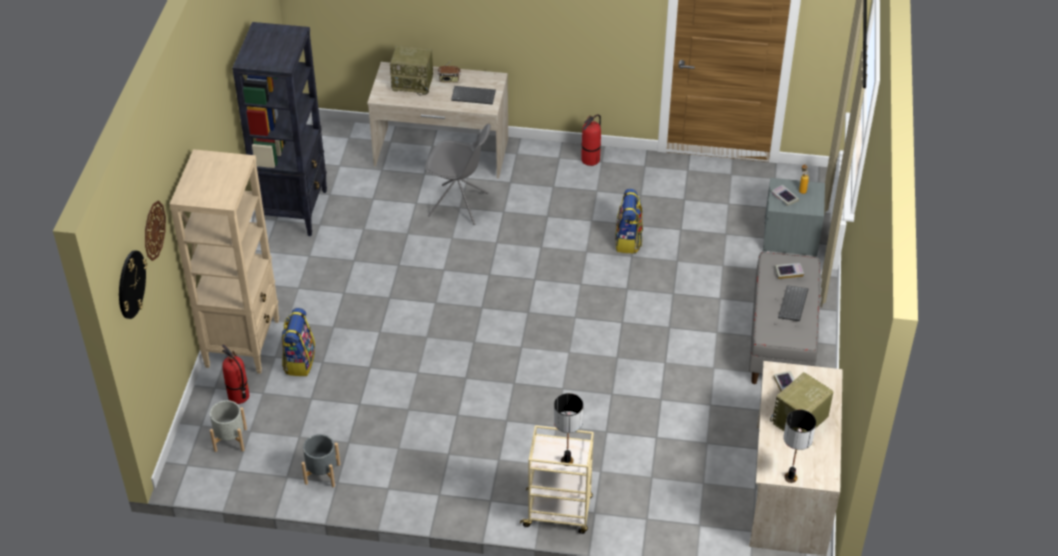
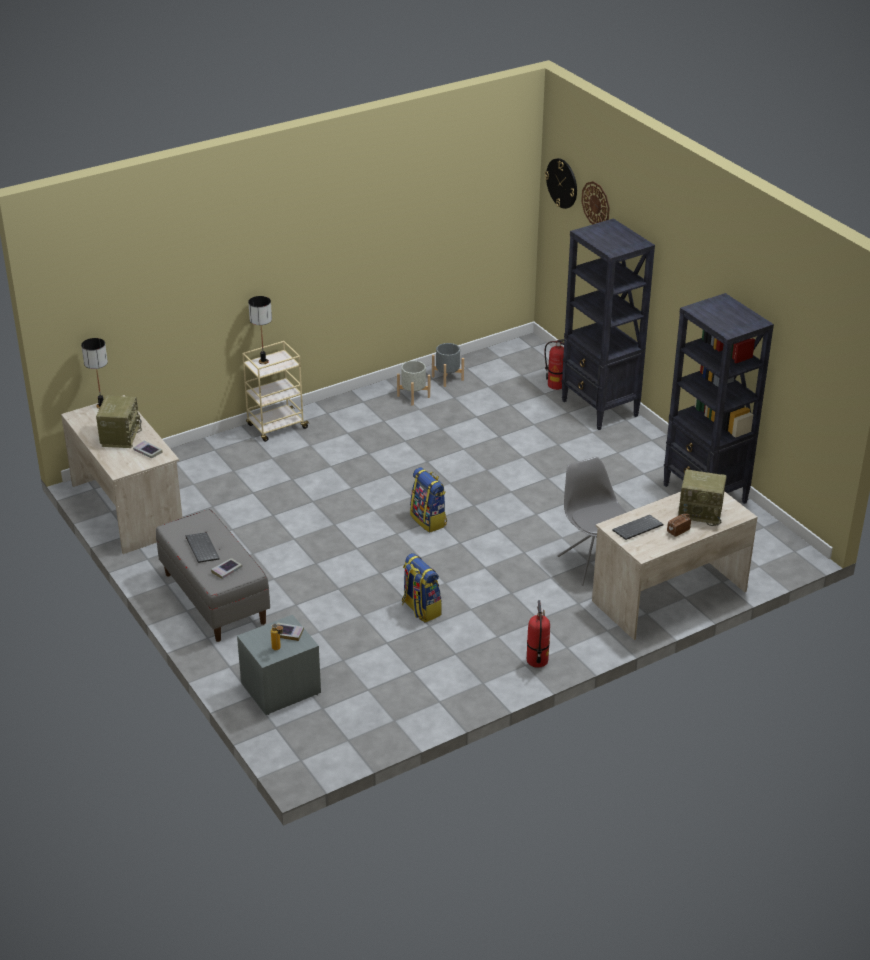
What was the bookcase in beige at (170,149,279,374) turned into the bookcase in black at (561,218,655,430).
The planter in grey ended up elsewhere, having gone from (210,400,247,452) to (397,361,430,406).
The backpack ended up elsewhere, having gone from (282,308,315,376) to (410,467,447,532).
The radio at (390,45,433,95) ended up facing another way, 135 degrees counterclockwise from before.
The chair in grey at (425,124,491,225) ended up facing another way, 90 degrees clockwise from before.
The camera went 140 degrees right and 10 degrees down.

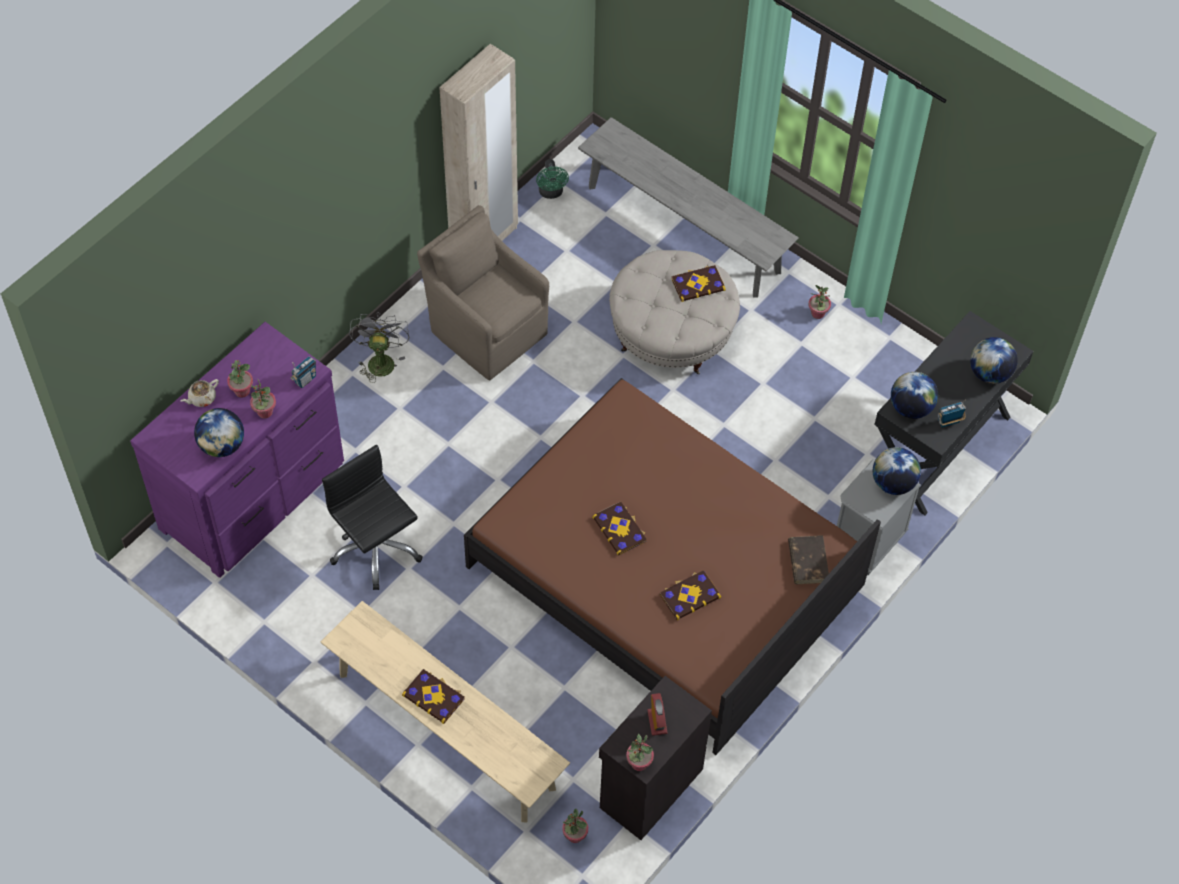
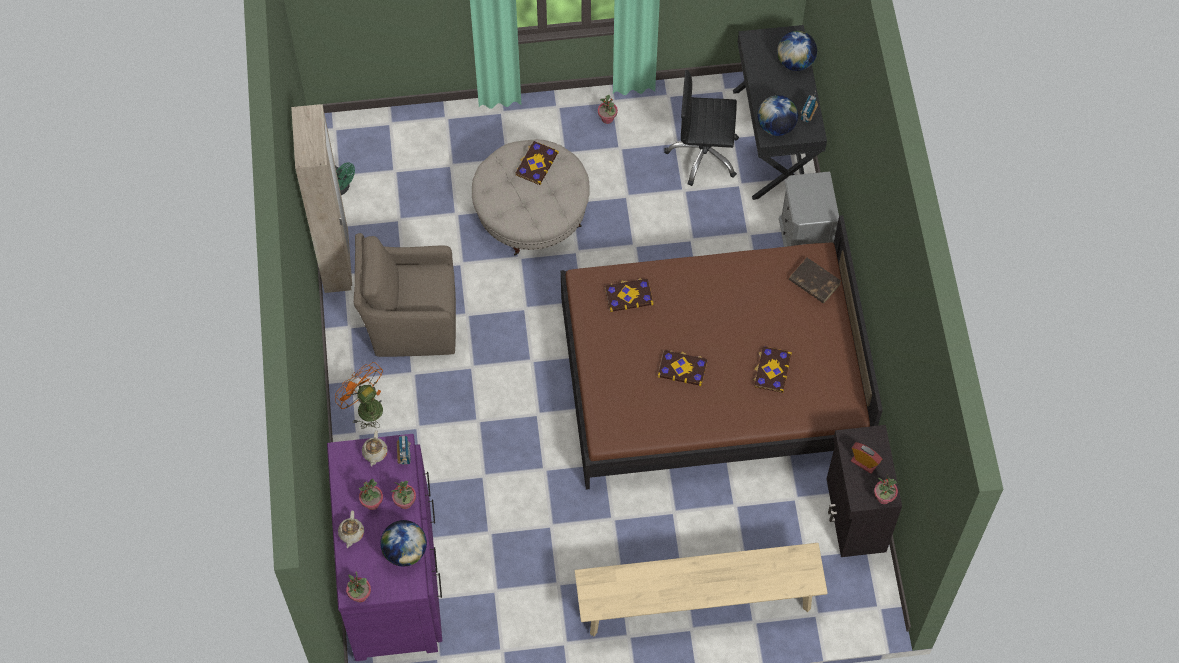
The office chair in black ended up elsewhere, having gone from (322,445,423,590) to (664,70,739,186).
What was the fan in grey at (349,312,409,383) turned into the fan in orange at (335,362,383,429).
The book ended up elsewhere, having gone from (402,669,465,724) to (605,278,653,312).
The potted plant ended up elsewhere, having gone from (562,809,588,843) to (346,572,371,602).
The second view lost the bench in grey at (578,117,799,298).
The second view lost the globe at (873,447,921,495).
The second view gained the teapot in beige at (362,430,388,467).
The camera went 45 degrees left and 5 degrees up.

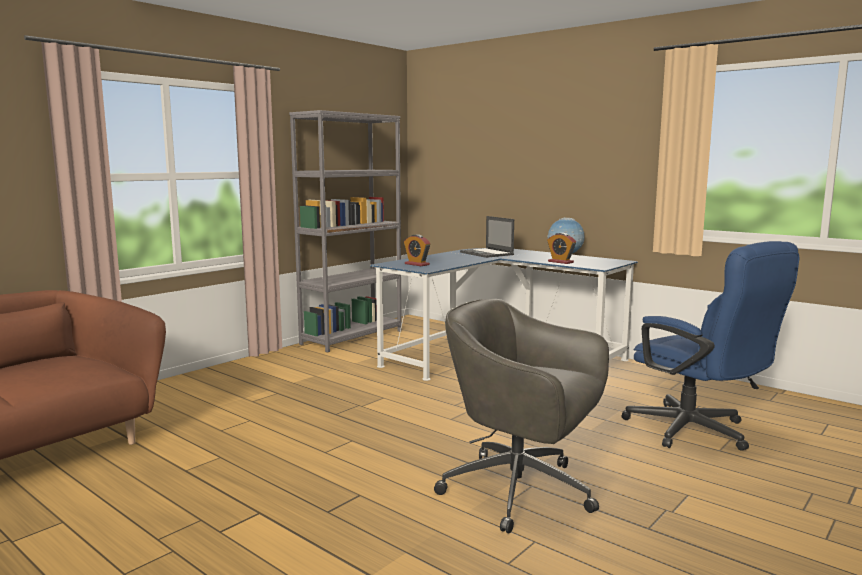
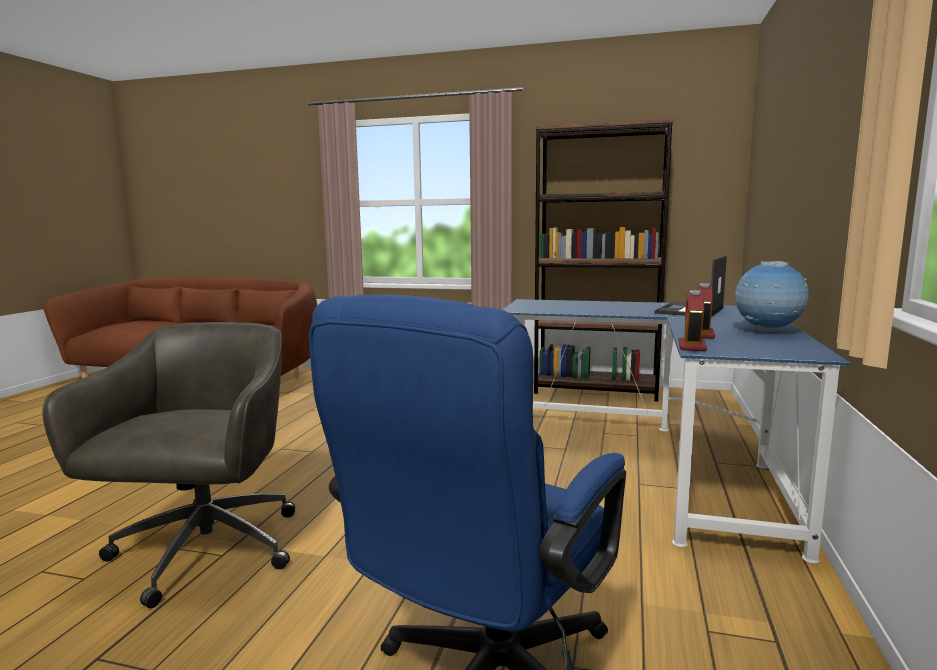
What was the bookcase in grey at (289,110,402,352) turned into the bookcase in brown at (534,119,673,402).
The alarm clock ended up elsewhere, having gone from (404,234,431,266) to (679,290,707,351).
The camera went 65 degrees right and 0 degrees up.

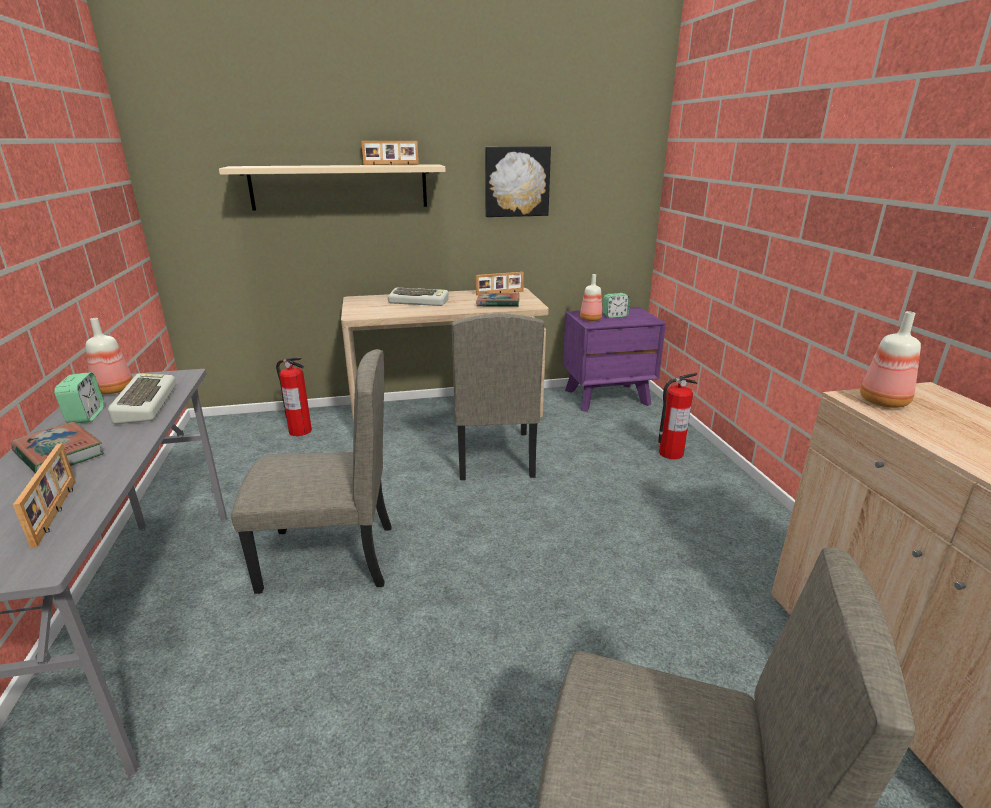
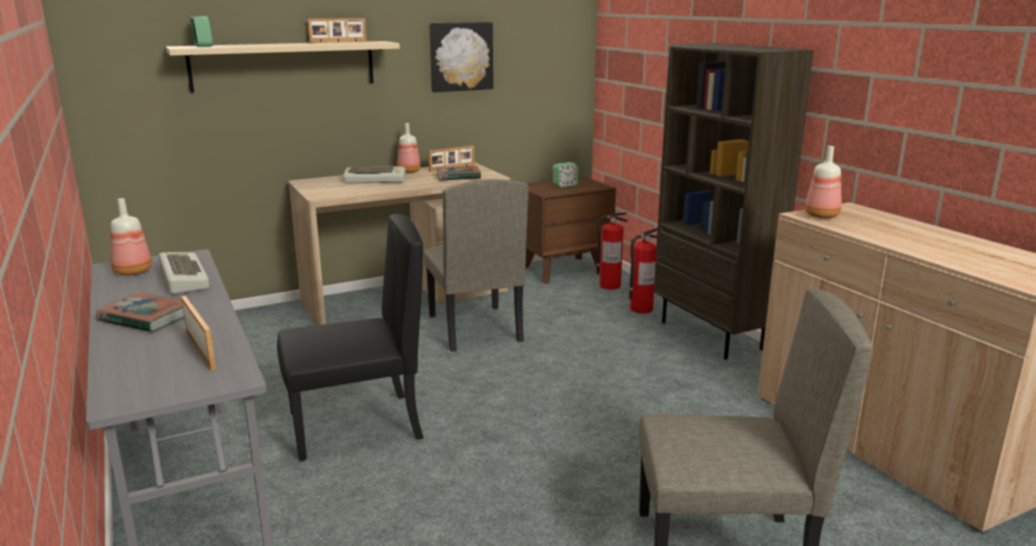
The alarm clock ended up elsewhere, having gone from (54,372,104,423) to (190,16,213,47).
What was the chair in beige at (231,349,392,594) turned into the chair in black at (277,214,424,461).
The fire extinguisher ended up elsewhere, having gone from (276,358,312,436) to (597,212,628,290).
What was the nightstand in purple at (563,307,666,412) turned into the nightstand in brown at (525,176,616,283).
The bottle ended up elsewhere, having gone from (580,274,602,321) to (397,123,421,173).
The second view gained the bookcase in brown at (654,43,814,360).
The camera went 15 degrees left and 5 degrees down.

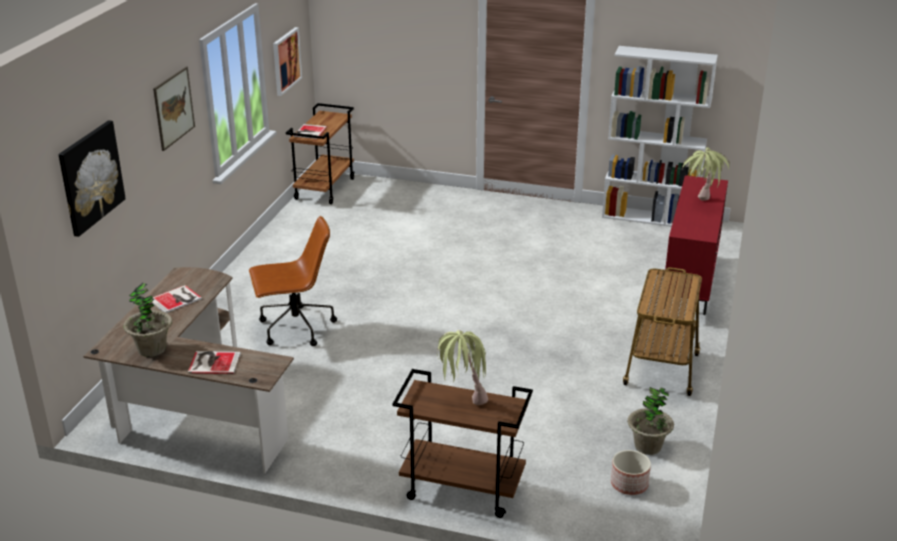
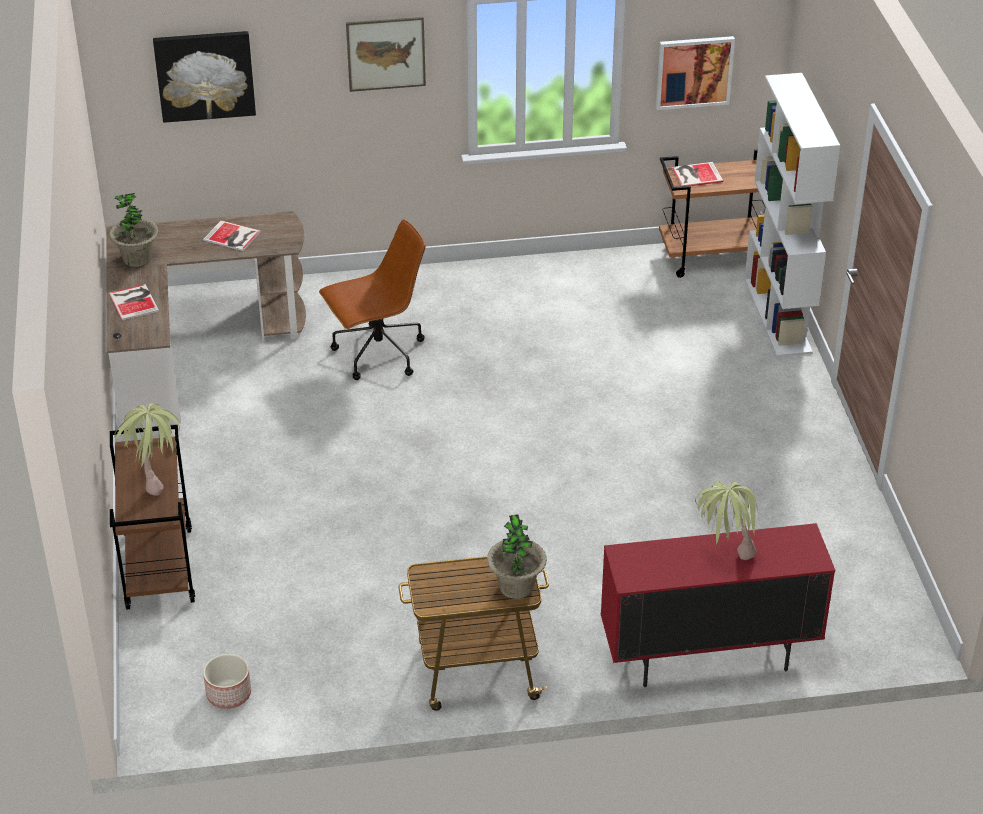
The office chair in brown at (249,216,337,346) ended up facing another way, 75 degrees counterclockwise from before.
The bookcase in white ended up elsewhere, having gone from (602,46,718,227) to (744,73,840,357).
The potted plant ended up elsewhere, having gone from (627,387,674,455) to (487,514,547,599).
The camera went 65 degrees right and 10 degrees up.

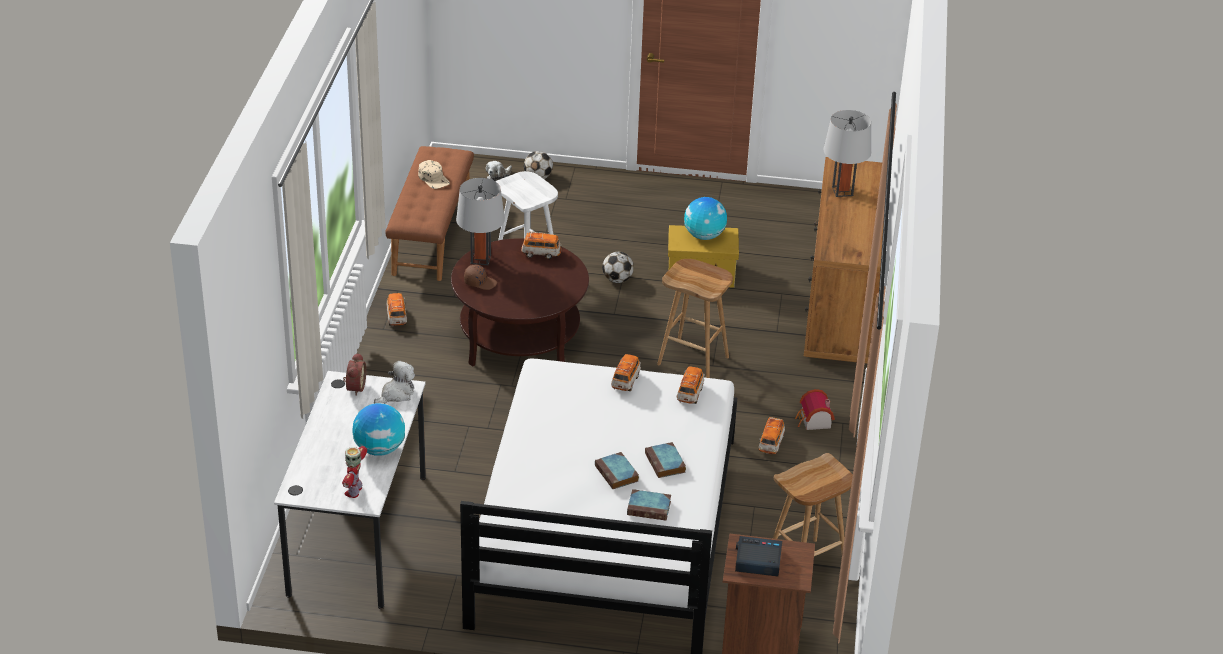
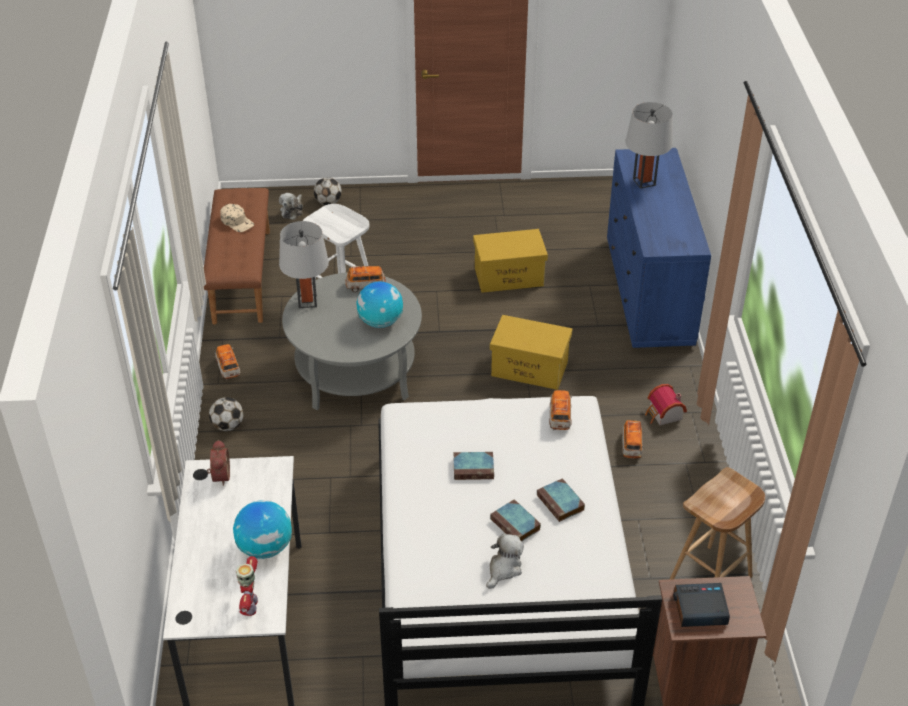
The plush toy ended up elsewhere, having gone from (374,361,415,404) to (486,533,524,589).
What was the coffee table in brown at (451,238,589,367) turned into the coffee table in grey at (282,272,422,410).
The second view lost the cap in brown at (464,265,497,290).
The football ended up elsewhere, having gone from (602,252,634,283) to (209,397,244,431).
The second view lost the toy car at (611,354,641,391).
The book ended up elsewhere, having gone from (627,489,671,521) to (454,452,494,480).
Where the stool in brown stood at (657,259,733,378), the storage box in yellow came to stand at (490,315,572,390).
The globe ended up elsewhere, having gone from (684,197,727,240) to (356,281,403,328).
What was the dresser in brown at (804,157,884,364) turned into the dresser in blue at (607,148,711,348).
The camera went 10 degrees left and 5 degrees up.

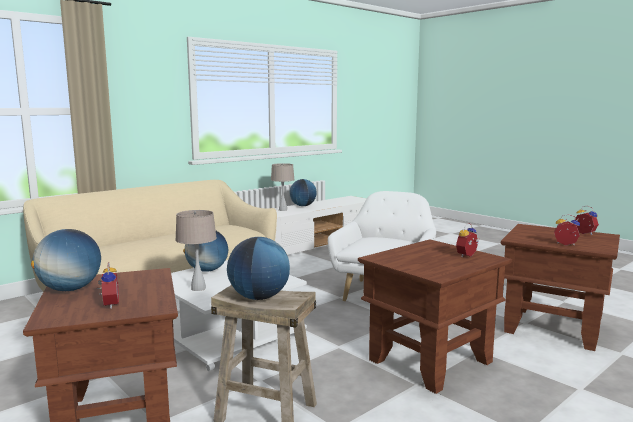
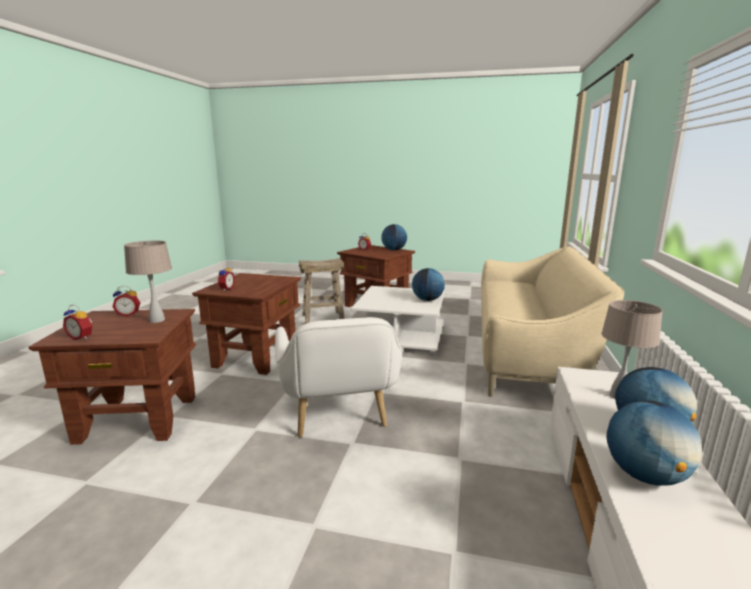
The table lamp in beige ended up elsewhere, having gone from (175,210,217,291) to (124,241,172,323).
The globe ended up elsewhere, having gone from (227,237,290,300) to (607,401,702,486).
The camera went 145 degrees right and 5 degrees up.

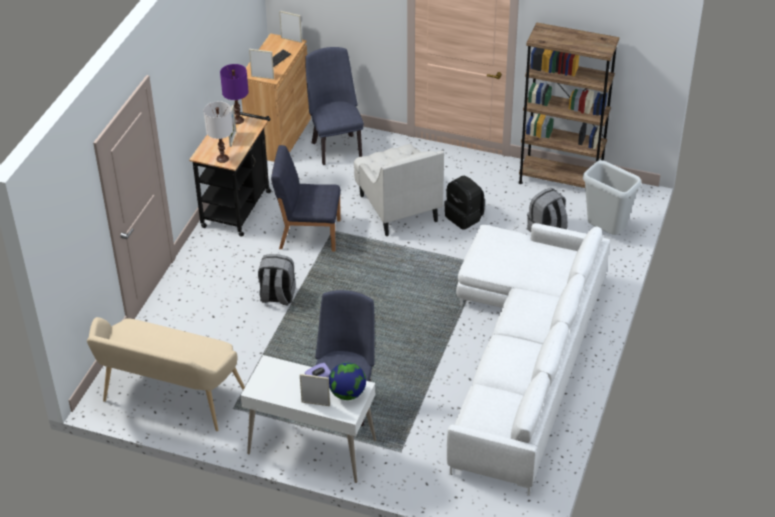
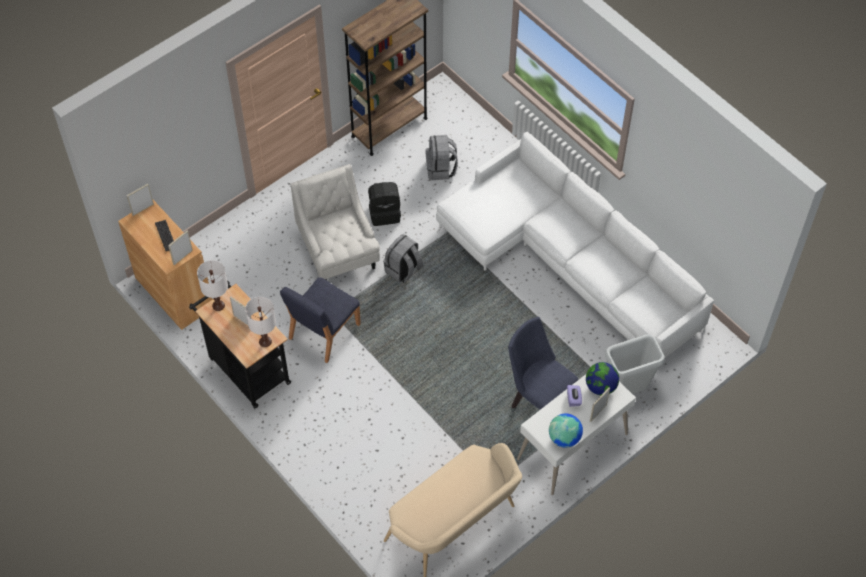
What was the table lamp in purple at (220,64,249,124) turned into the table lamp in white at (197,260,228,311).
The backpack in grey ended up elsewhere, having gone from (258,254,296,306) to (383,234,423,283).
The second view lost the chair in blue at (305,47,364,165).
The armchair in white at (354,144,444,236) ended up facing another way, 120 degrees counterclockwise from before.
The trash can in grey ended up elsewhere, having gone from (583,160,642,235) to (605,335,665,394).
The second view gained the globe at (549,413,583,448).
The camera went 60 degrees left and 15 degrees up.

